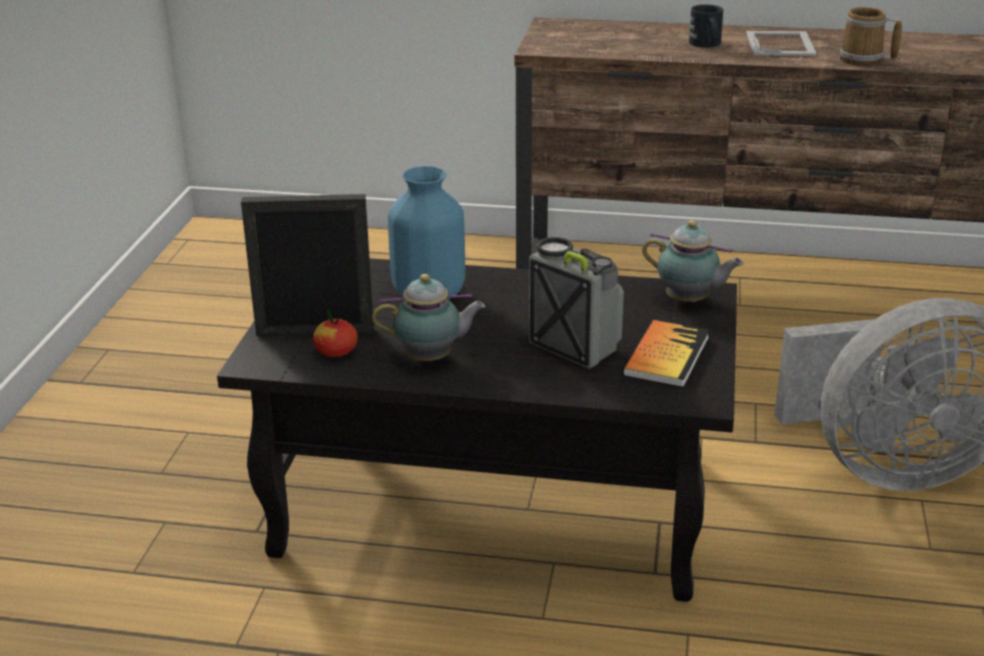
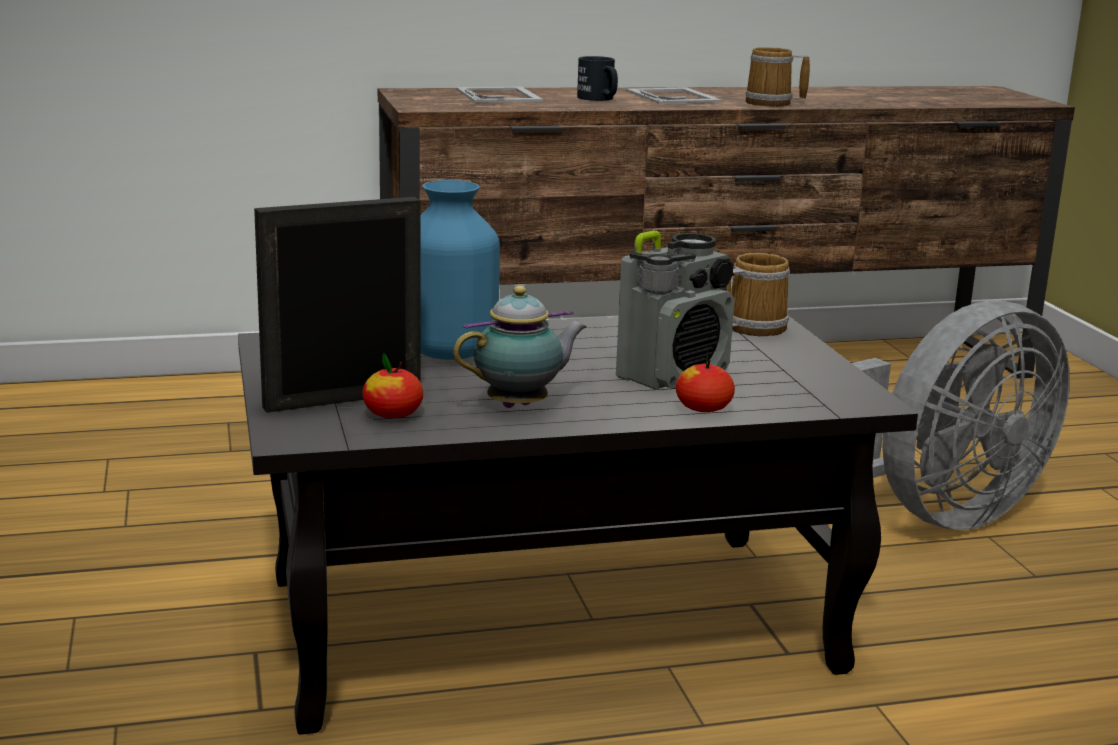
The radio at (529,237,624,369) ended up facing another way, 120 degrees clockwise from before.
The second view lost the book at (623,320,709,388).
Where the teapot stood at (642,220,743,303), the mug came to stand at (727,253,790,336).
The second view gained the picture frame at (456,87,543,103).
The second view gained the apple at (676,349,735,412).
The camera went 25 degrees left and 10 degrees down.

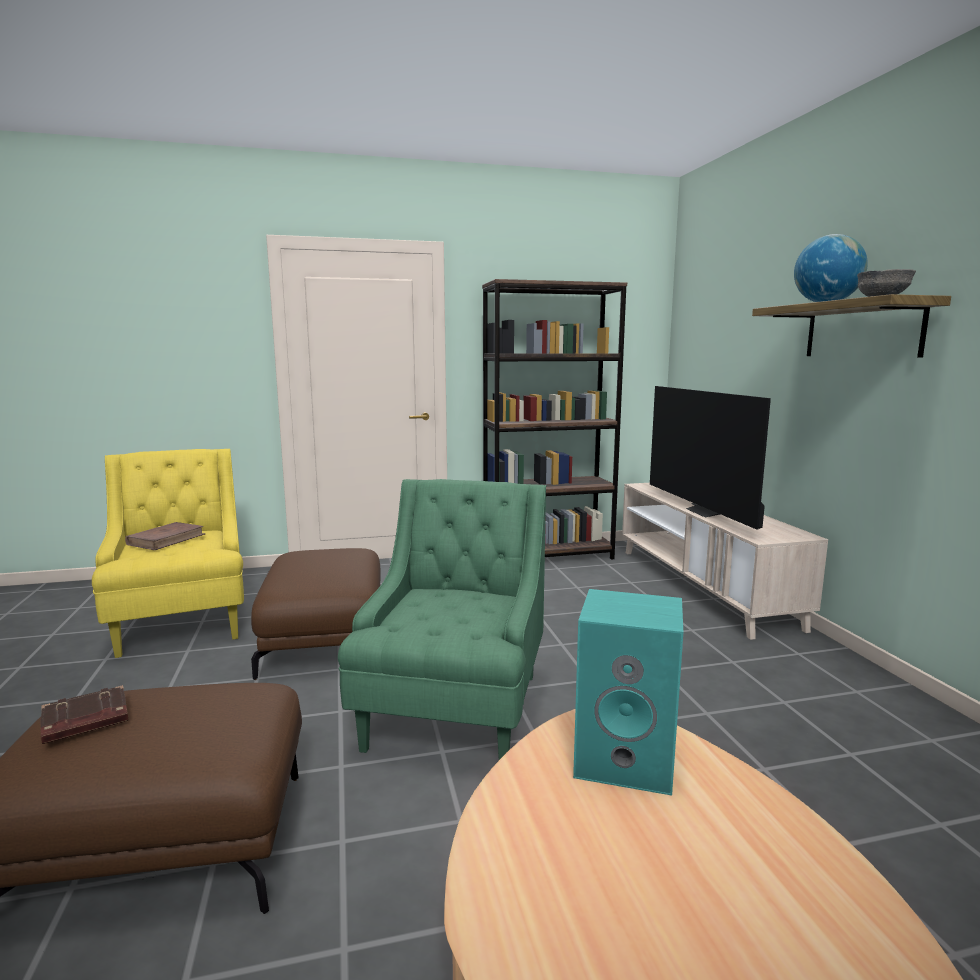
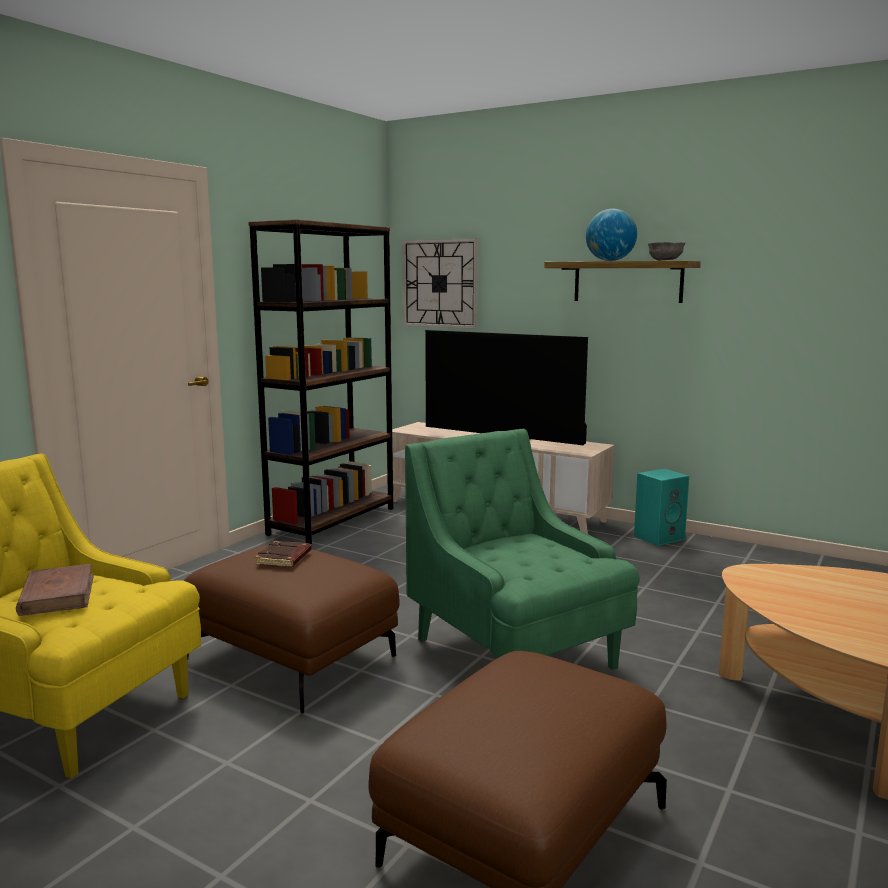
The book in brown ended up elsewhere, having gone from (40,685,128,744) to (255,541,312,567).
The speaker in turquoise ended up elsewhere, having gone from (573,589,683,796) to (634,469,689,546).
The second view gained the wall clock at (402,238,478,329).
The camera went 45 degrees left and 0 degrees up.

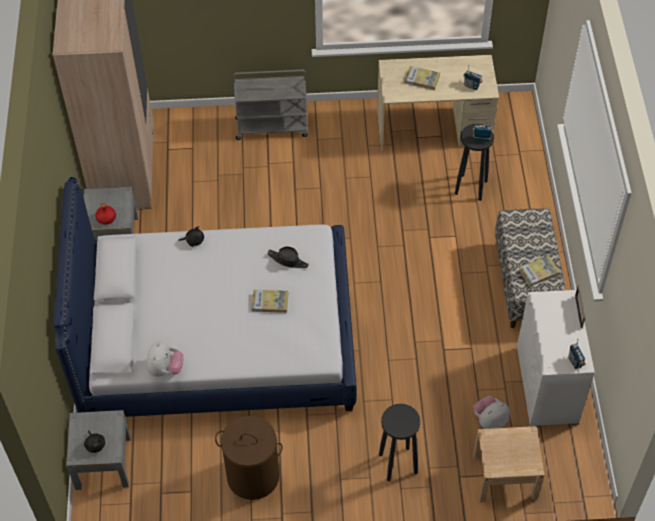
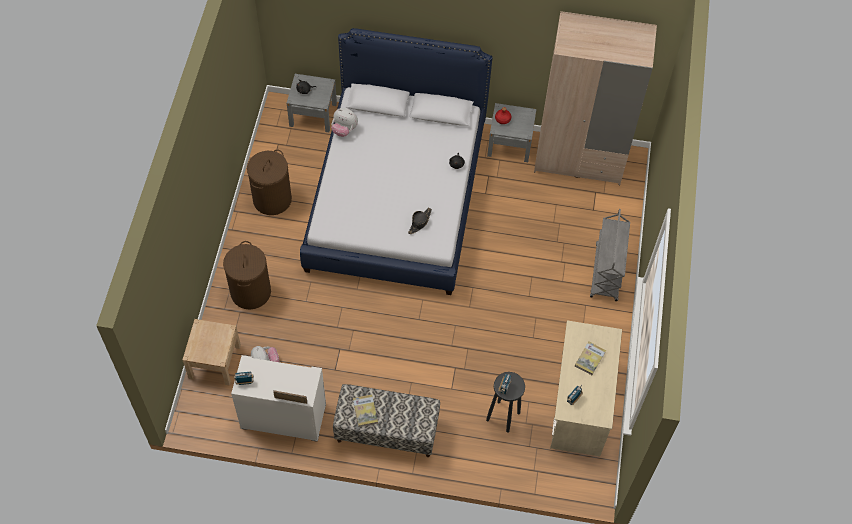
The second view lost the book at (252,290,288,313).
Where the stool in black stood at (379,404,421,481), the laundry basket in brown came to stand at (223,241,271,309).
The camera went 100 degrees right and 5 degrees up.

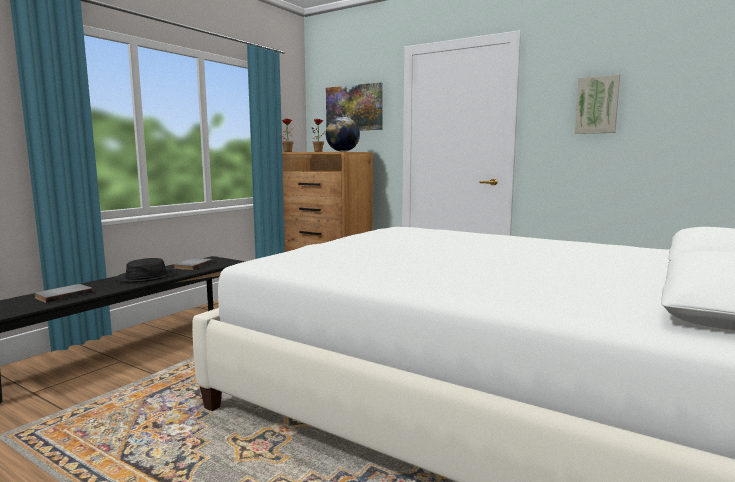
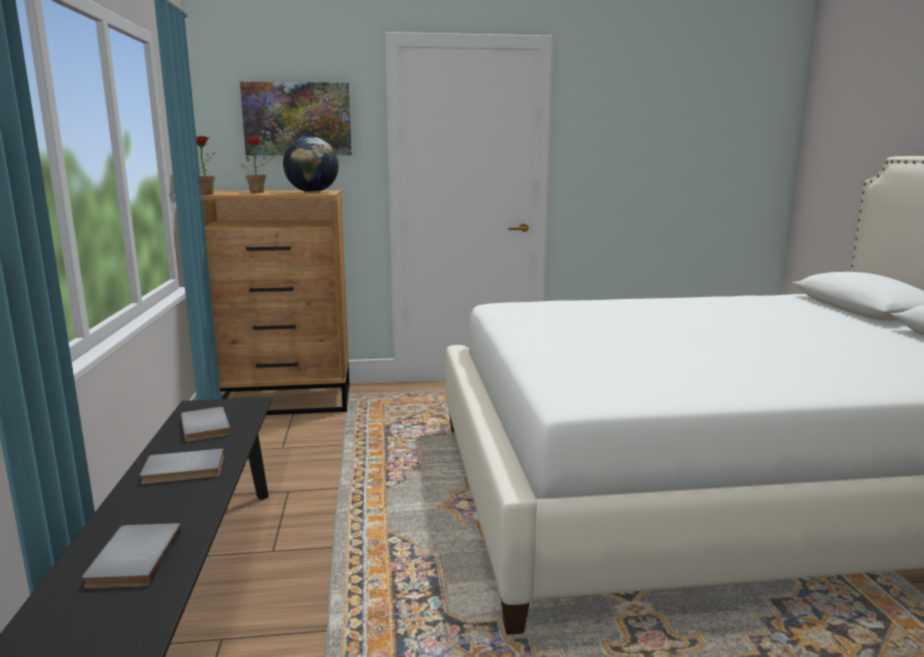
Where the hat in black stood at (115,258,176,283), the book in grey came to stand at (140,448,224,484).
The second view lost the picture at (575,75,620,134).
The camera went 40 degrees left and 5 degrees up.

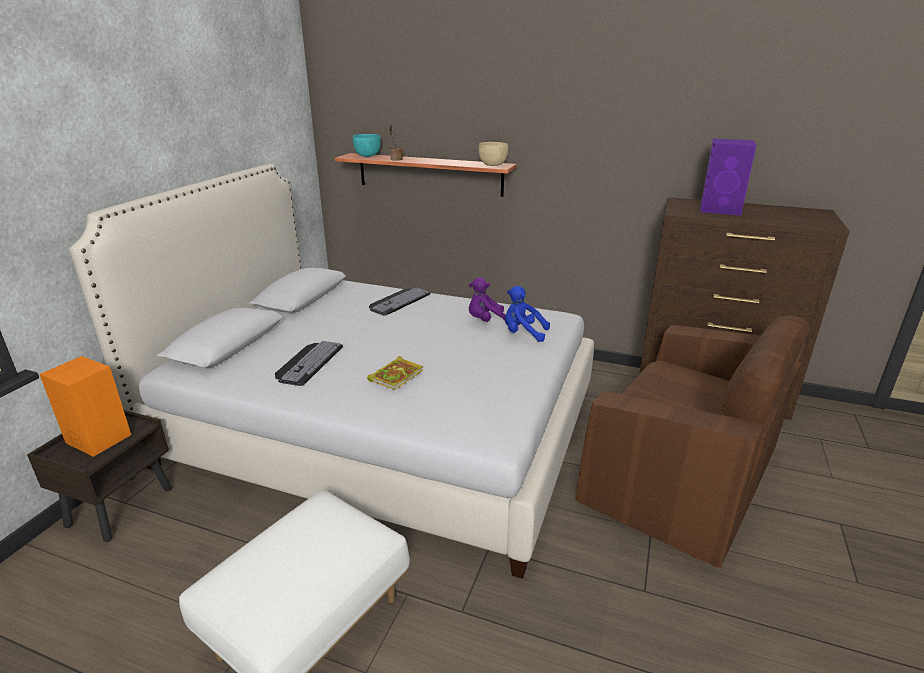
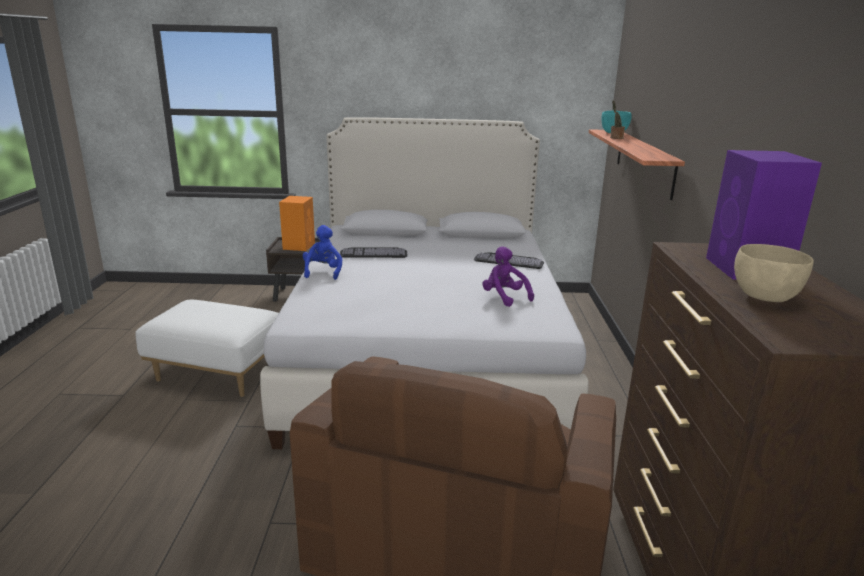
The second view lost the book at (367,356,423,390).
The bowl in beige ended up elsewhere, having gone from (478,142,508,166) to (734,244,814,302).
The plush toy in blue ended up elsewhere, having gone from (505,286,550,342) to (303,225,342,280).
The camera went 70 degrees right and 5 degrees down.

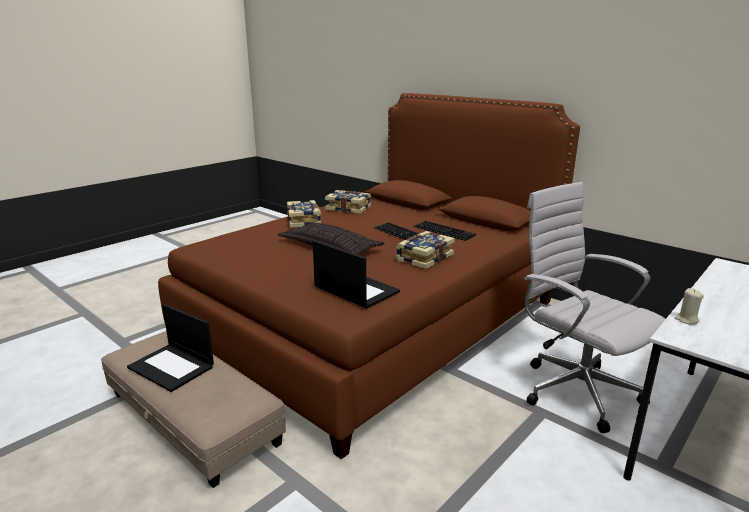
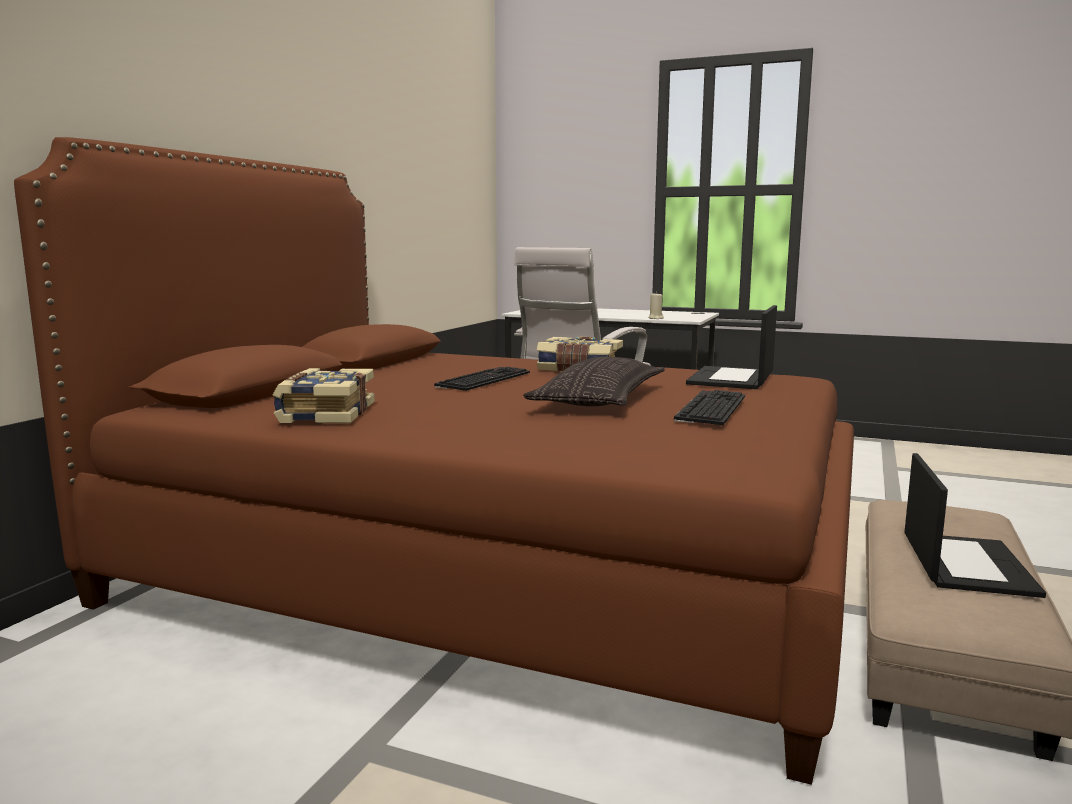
The second view lost the book at (287,200,321,228).
The keyboard ended up elsewhere, having gone from (414,221,476,241) to (674,390,745,425).
The camera went 110 degrees left and 10 degrees down.

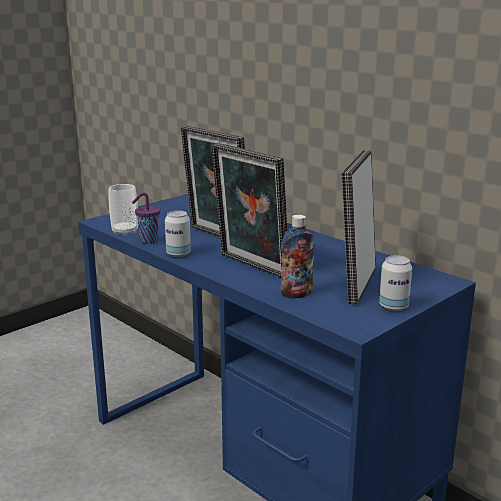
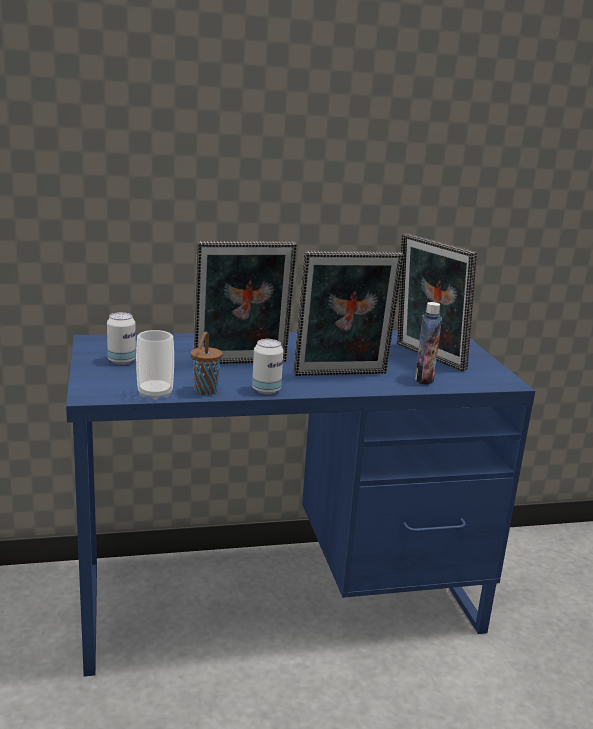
What was the cup in purple at (132,192,160,244) turned into the cup in brown at (191,332,222,395).
The can ended up elsewhere, having gone from (379,255,412,312) to (107,312,136,365).
The camera went 60 degrees left and 0 degrees up.

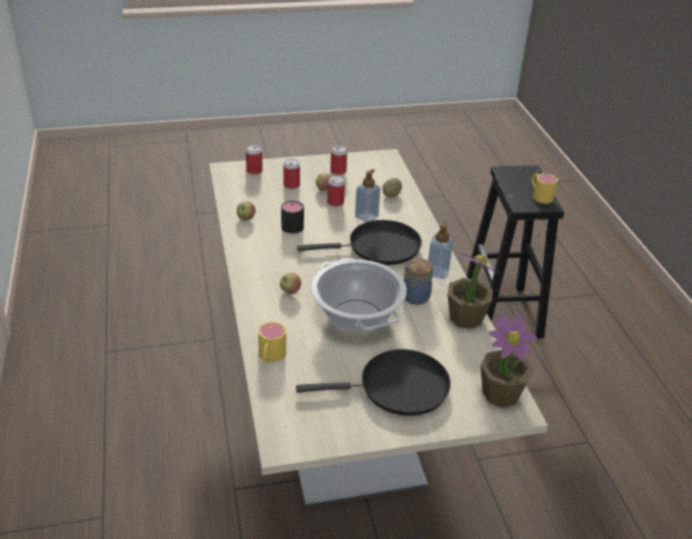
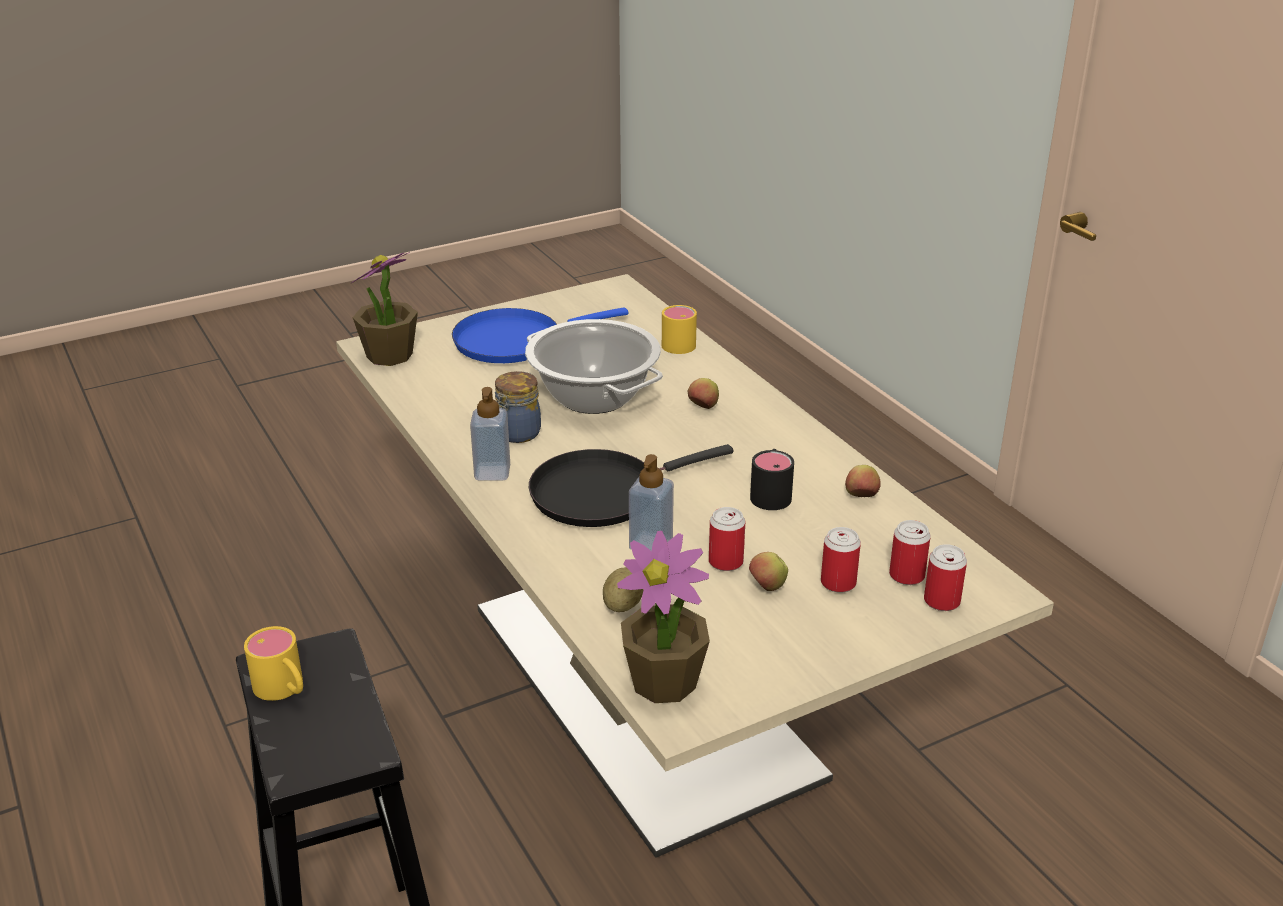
What was the frying pan in black at (296,349,451,416) turned into the frying pan in blue at (452,308,628,363).
The can ended up elsewhere, having gone from (331,145,347,175) to (889,520,931,585).
The potted plant ended up elsewhere, having gone from (447,251,498,329) to (617,531,710,703).
The camera went 165 degrees right and 5 degrees down.

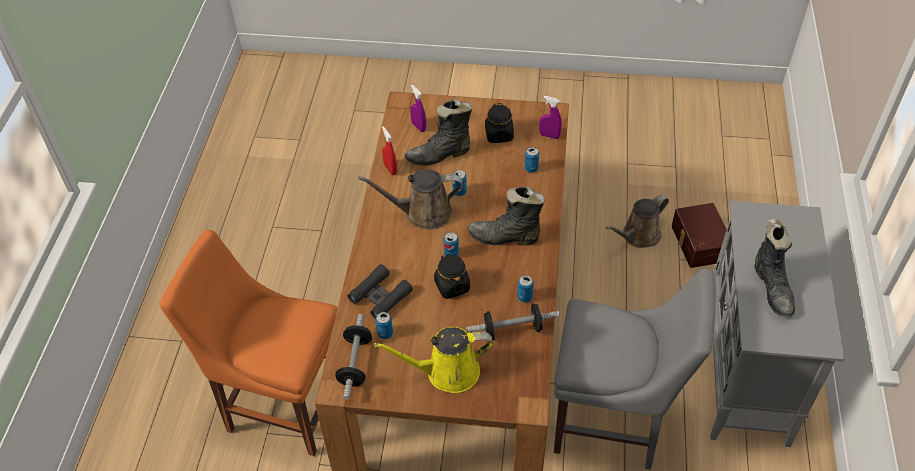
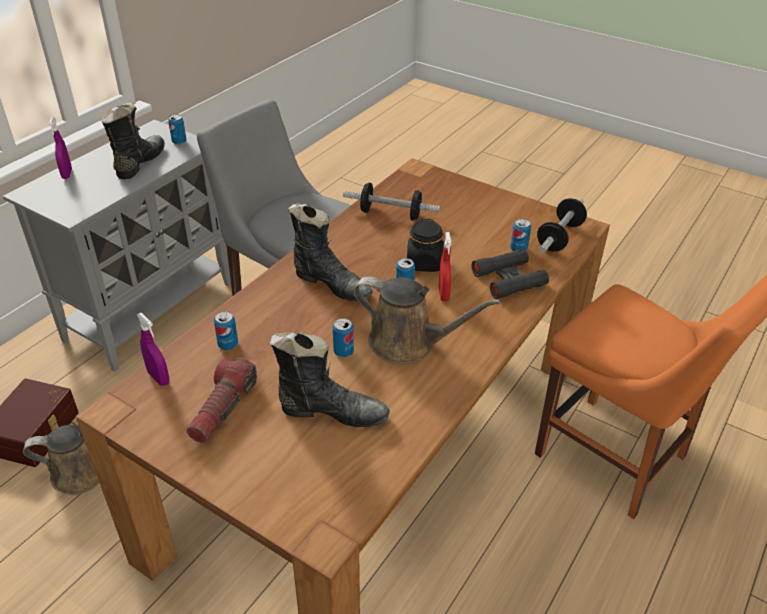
The second view lost the watering can in yellow at (374,327,493,393).
The spray bottle in red ended up elsewhere, having gone from (382,126,397,175) to (439,232,452,301).
The spray bottle in purple ended up elsewhere, having gone from (410,85,426,132) to (49,117,72,179).
Where the jar in black stood at (485,103,514,143), the flashlight came to stand at (187,358,257,443).
The can ended up elsewhere, having gone from (517,275,534,302) to (168,115,187,145).
The camera went 155 degrees left and 10 degrees down.

